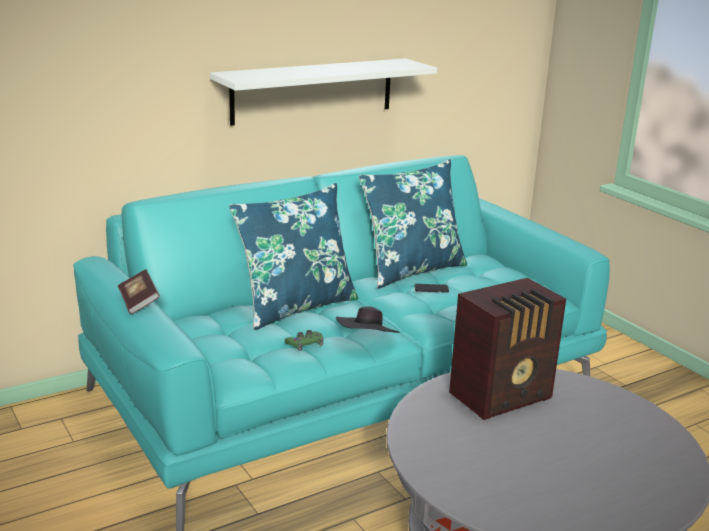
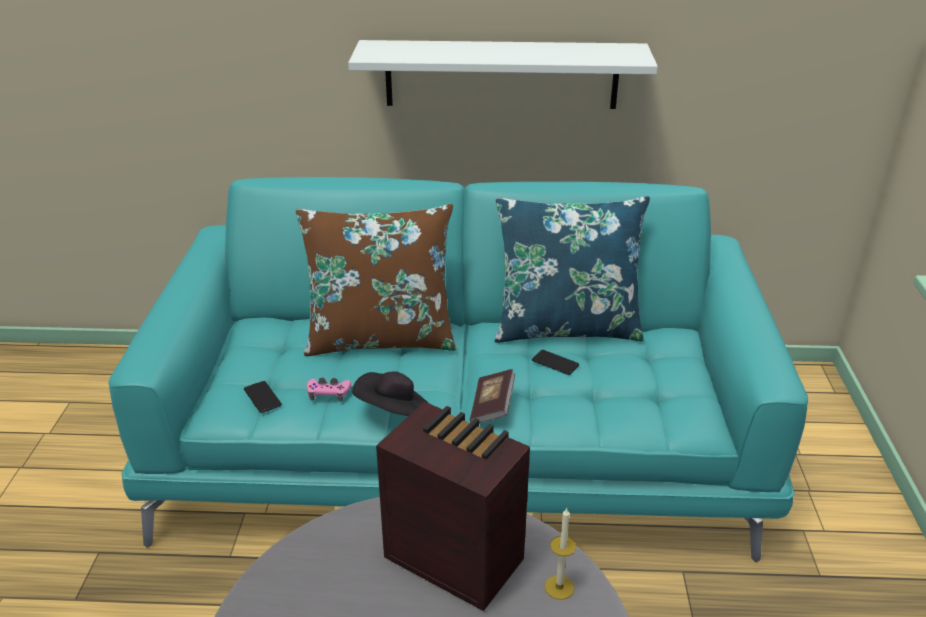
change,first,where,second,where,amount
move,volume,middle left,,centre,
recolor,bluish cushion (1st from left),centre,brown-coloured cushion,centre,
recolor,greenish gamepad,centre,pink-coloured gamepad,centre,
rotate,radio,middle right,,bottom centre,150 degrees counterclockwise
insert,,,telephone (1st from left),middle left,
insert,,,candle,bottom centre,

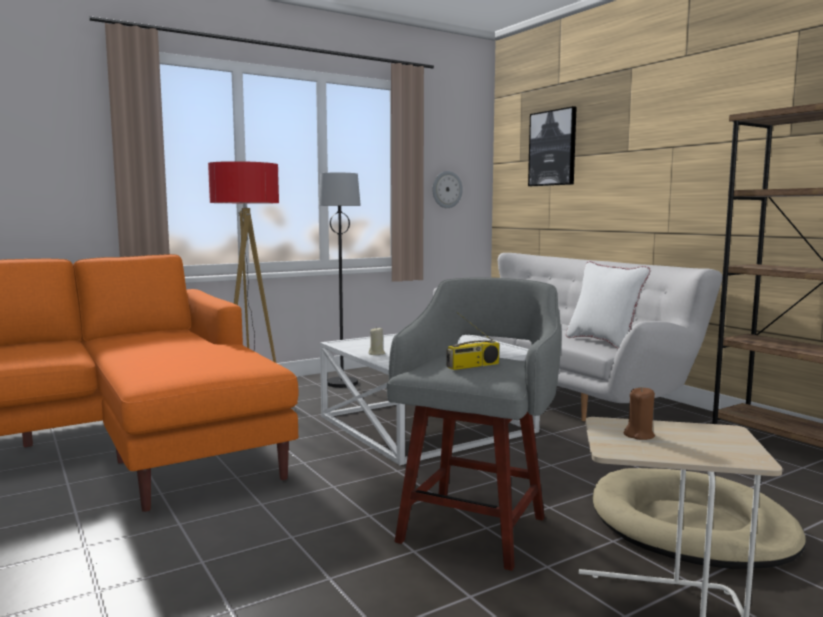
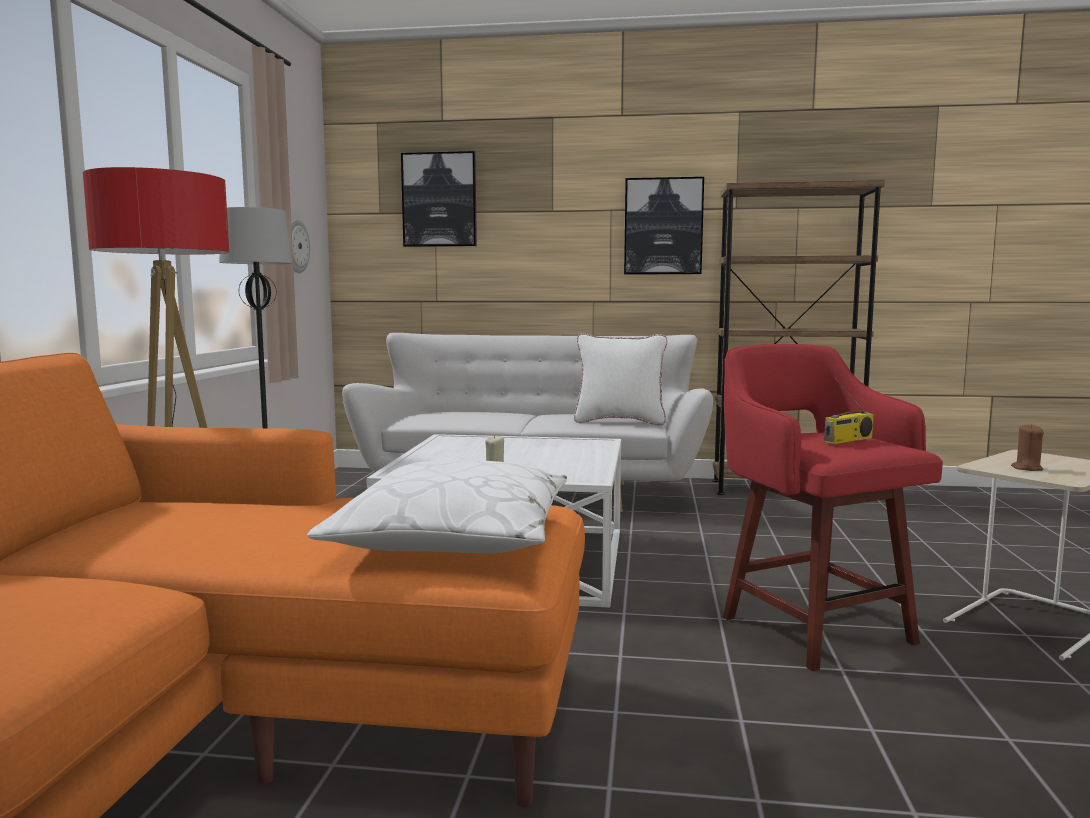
change,first,where,second,where,amount
recolor,greyish stool seat,bottom centre,reddish stool seat,middle right,
rotate,radio,centre,,middle right,45 degrees clockwise
delete,sand-coloured dog bed,bottom right,,,
insert,,,whitish cushion (1st from left),centre,
insert,,,picture (2nd from left),top centre,

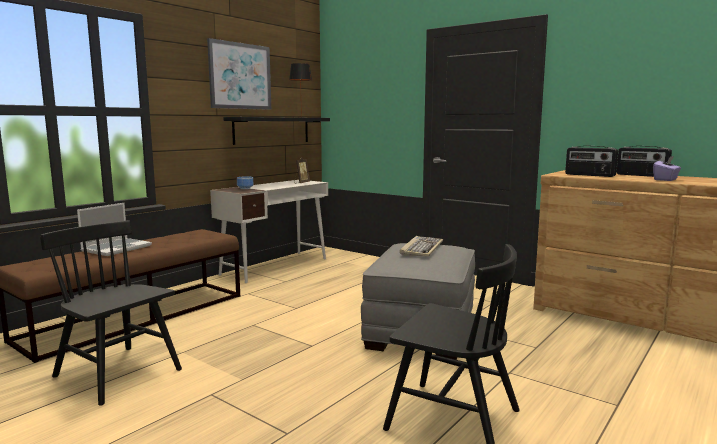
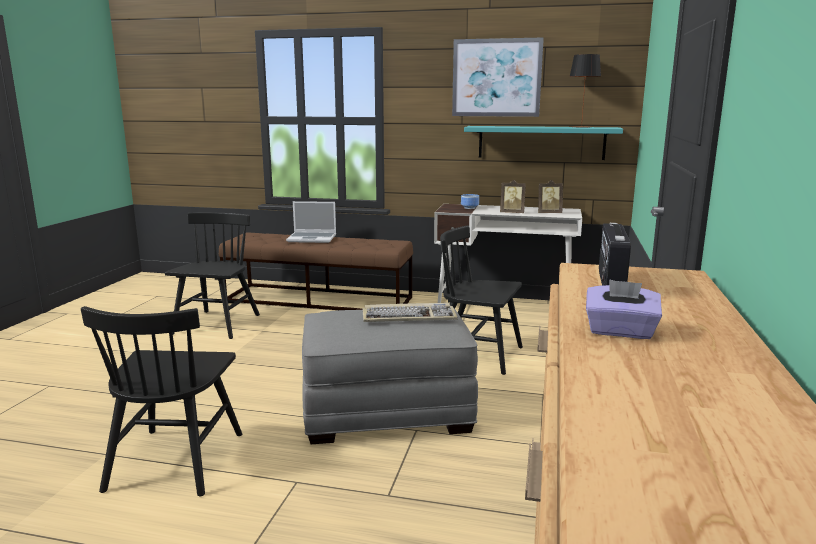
change,first,where,second,where,amount
recolor,blackish shelf,top centre,blue-green shelf,top centre,
delete,radio (2nd from left),middle right,,,
insert,,,blackish plain chair (3rd from left),centre,
insert,,,standing frame (1st from left),centre,

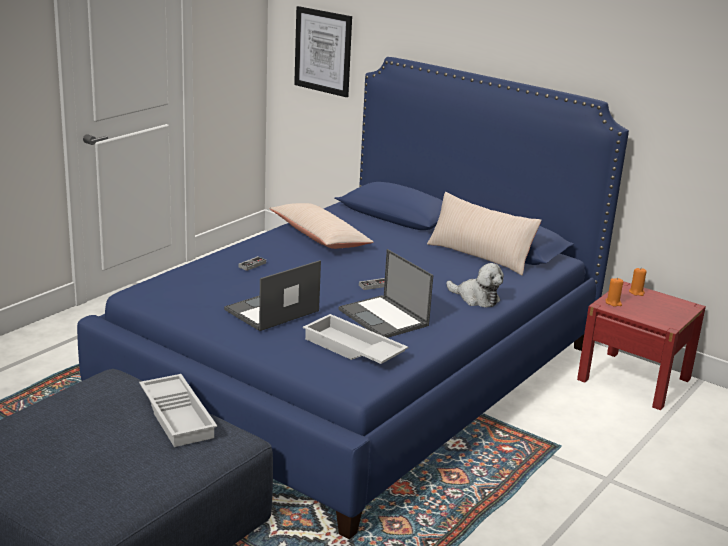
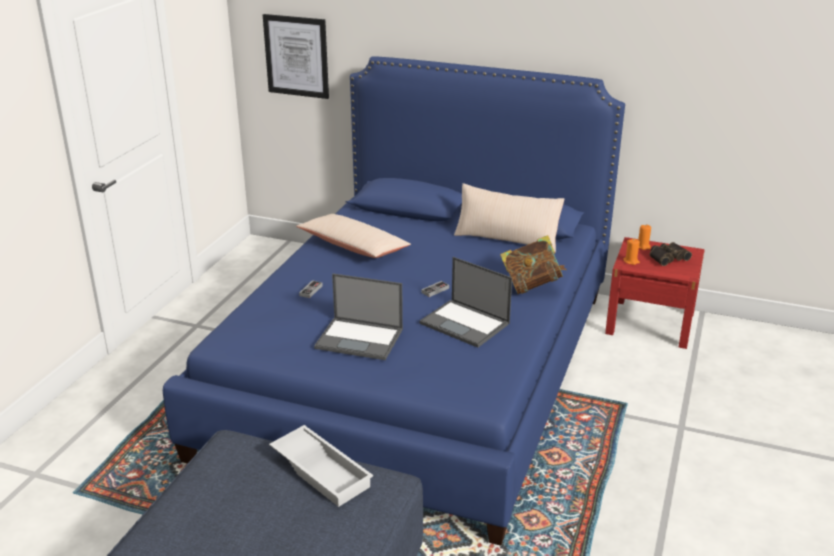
change,first,where,second,where,amount
rotate,portable computer (1st from left),centre,,centre,105 degrees counterclockwise
delete,whitish tray (2nd from left),centre,,,
replace,plush toy,centre,volume,centre,
insert,,,field glasses,middle right,

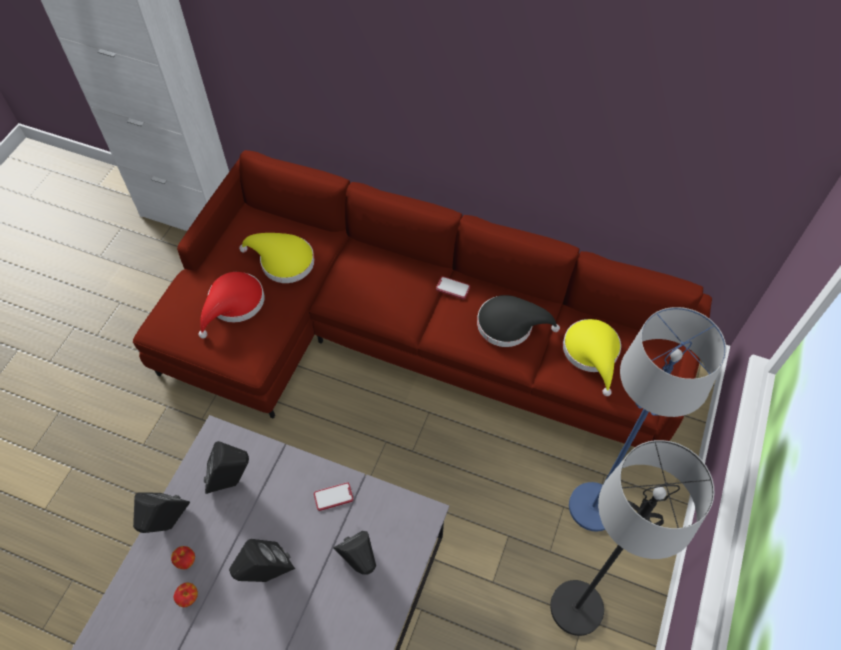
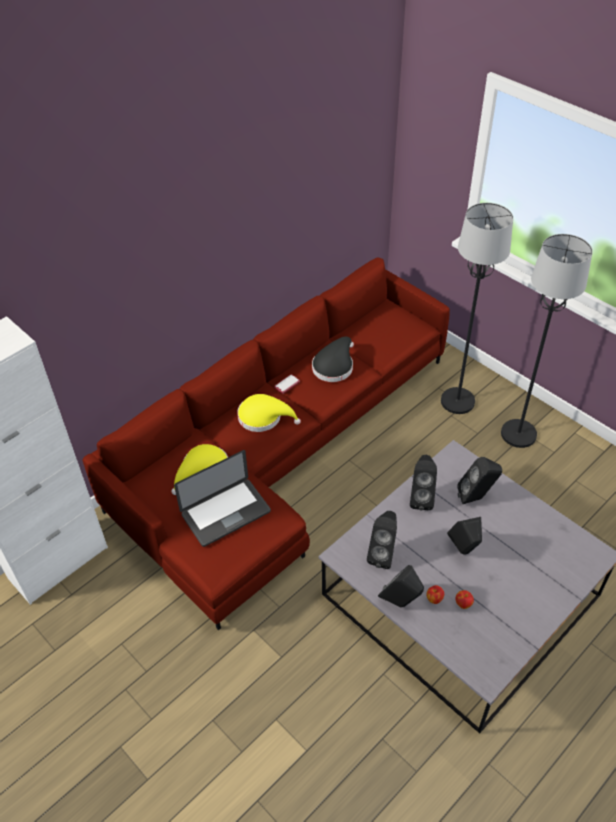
change,first,where,second,where,amount
replace,reddish hat,middle left,portable computer,centre,
replace,telephone (1st from left),bottom centre,blackish loudspeaker (3rd from left),middle right,
move,yellow-coloured hat (2nd from left),middle right,,centre,
recolor,bluish standard lamp,middle right,blackish standard lamp (1st from left),middle right,

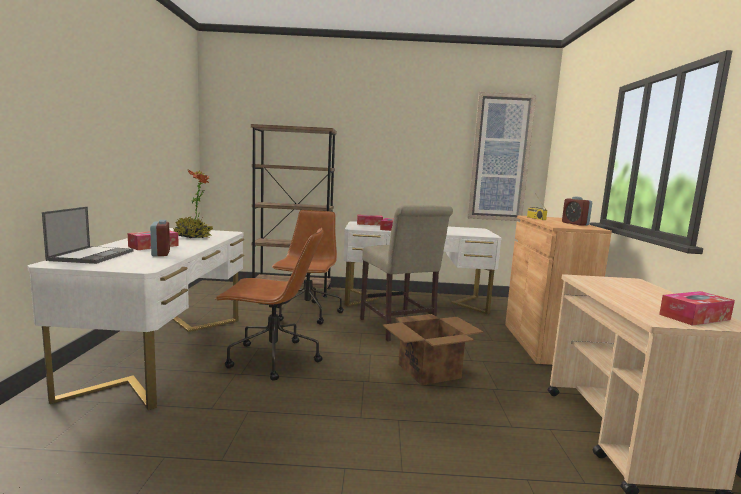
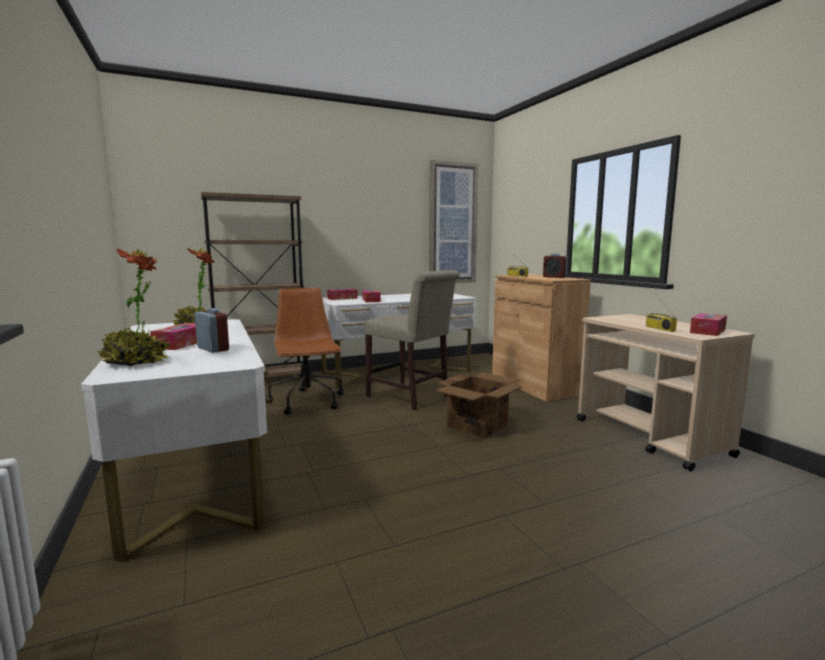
change,first,where,second,where,amount
replace,portable computer,middle left,plant in a pot (1st from left),middle left,
delete,brown-coloured desk chair (1st from left),centre,,,
insert,,,radio (2nd from left),middle right,

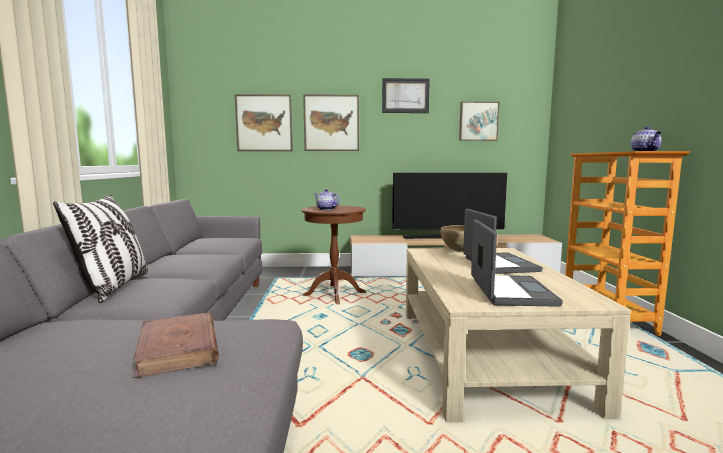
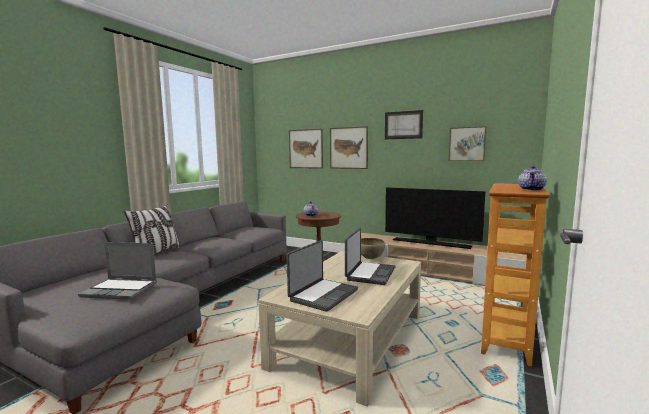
change,first,where,second,where,amount
replace,brown-coloured volume,bottom left,portable computer (1st from left),middle left,

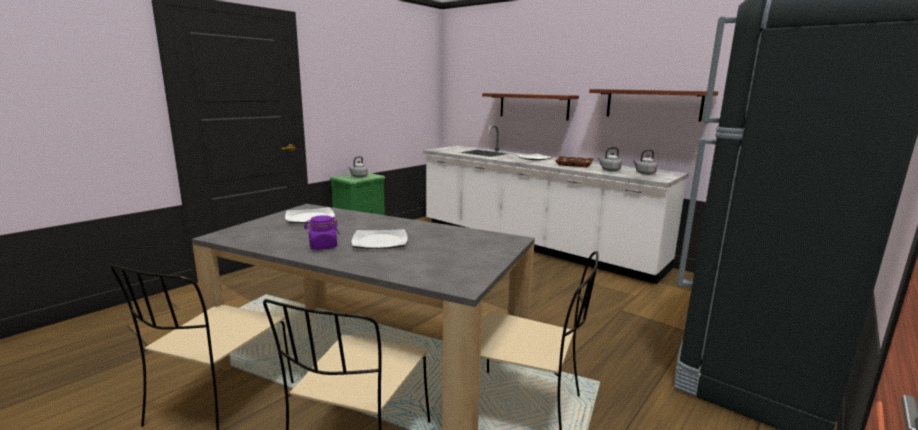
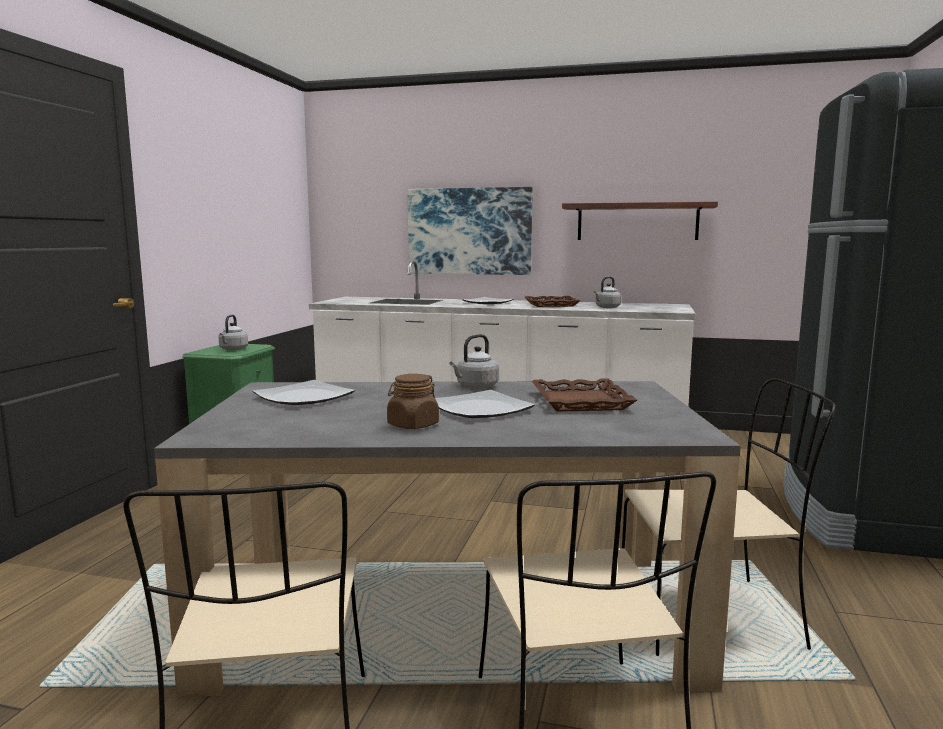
change,first,where,second,where,amount
recolor,purple-coloured jar,centre,brown-coloured jar,centre,
replace,shelf (1st from left),top centre,picture,top centre,
move,greyish water kettle (3rd from left in the first image),middle right,greyish water kettle (2nd from left),centre,
insert,,,brown-coloured tray (2nd from left),centre,

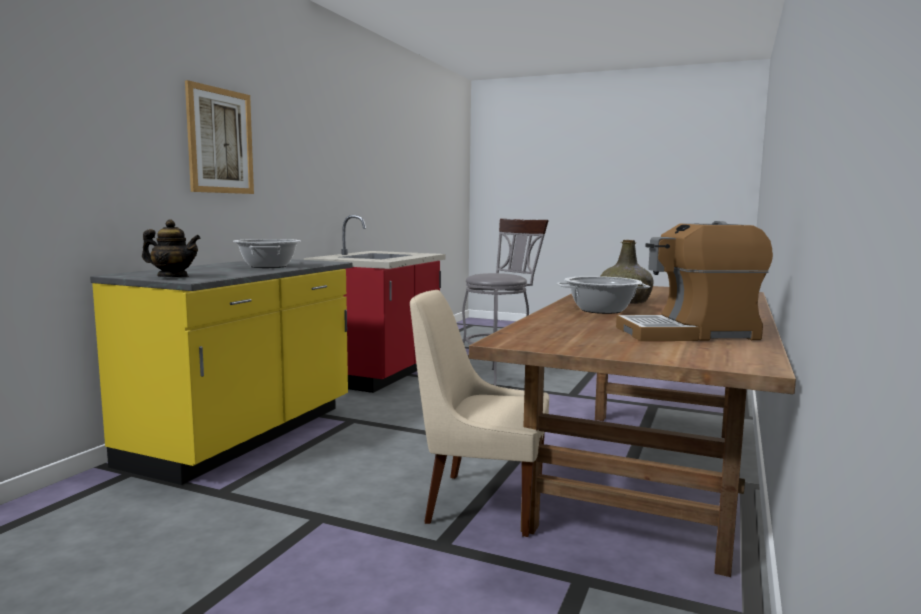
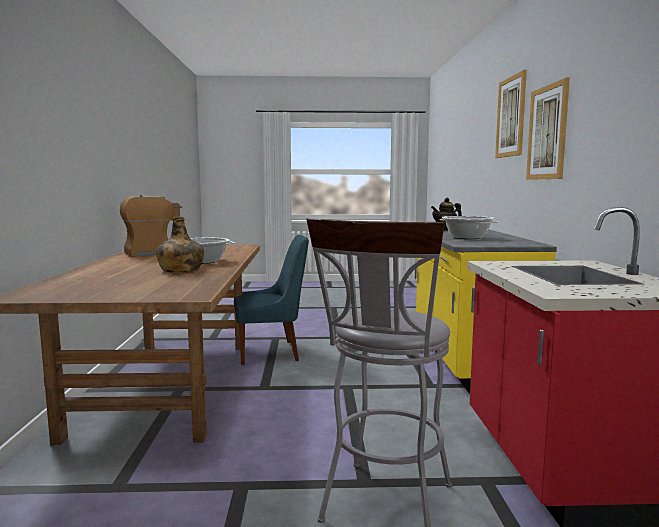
change,first,where,second,where,amount
recolor,sand-coloured plain chair,bottom centre,bluish plain chair,centre,
insert,,,picture (1st from left),top right,

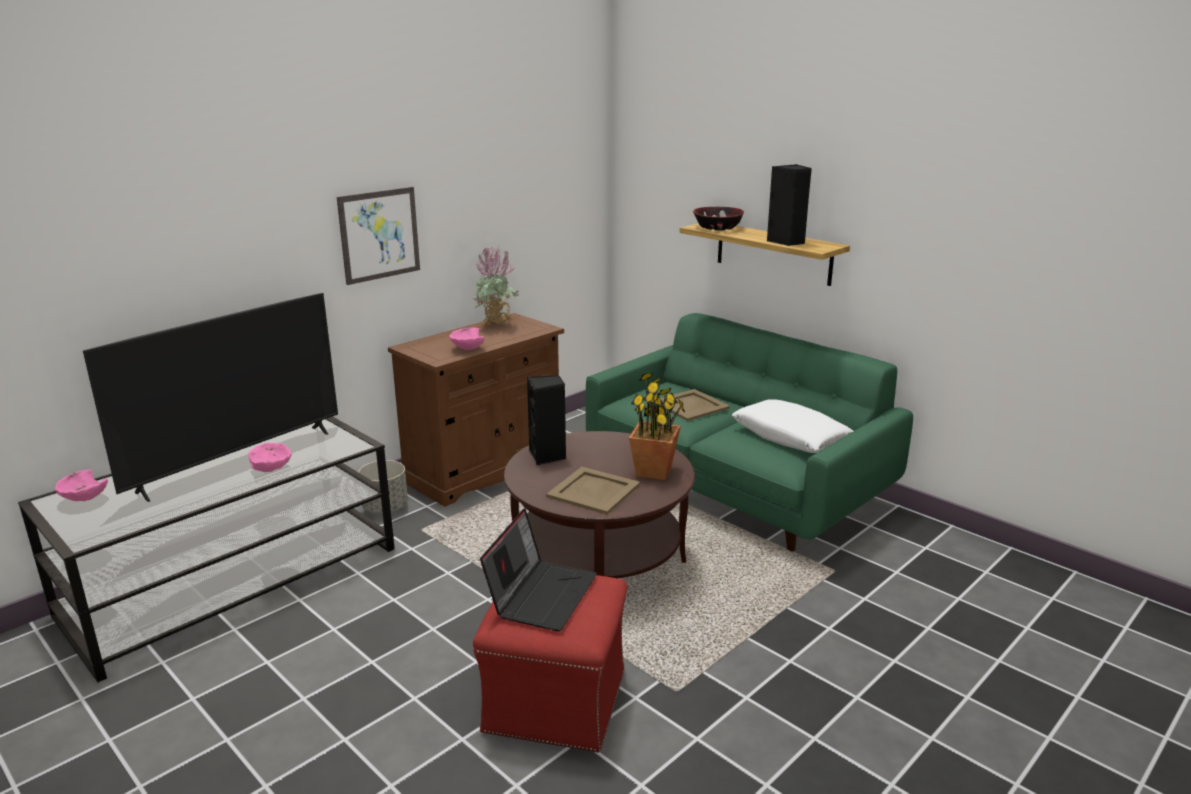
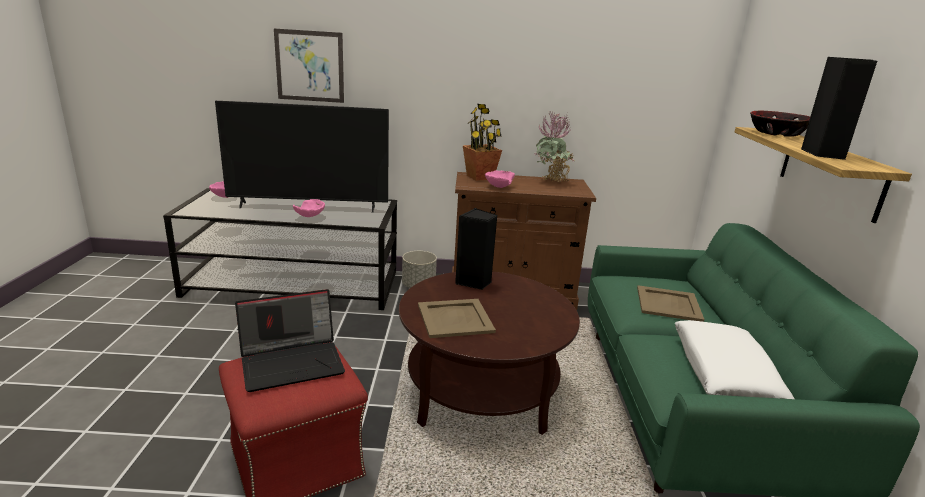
change,first,where,second,where,amount
move,picture,top left,,top centre,
move,plant in a pot (2nd from left in the first image),centre,plant in a pot (1st from left),top centre,

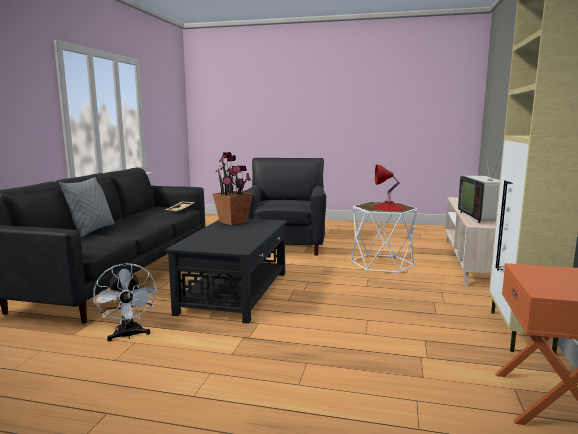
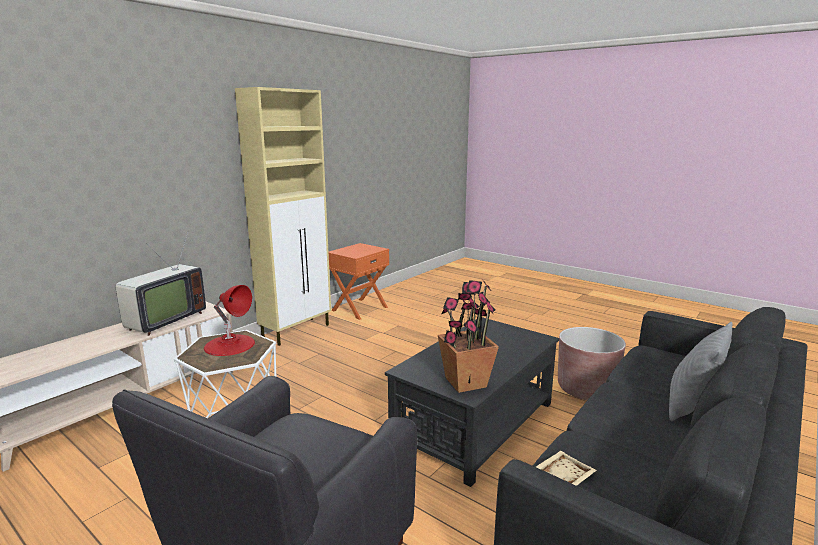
change,first,where,second,where,amount
replace,whitish fan,bottom left,brown-coloured plant pot,middle right,

